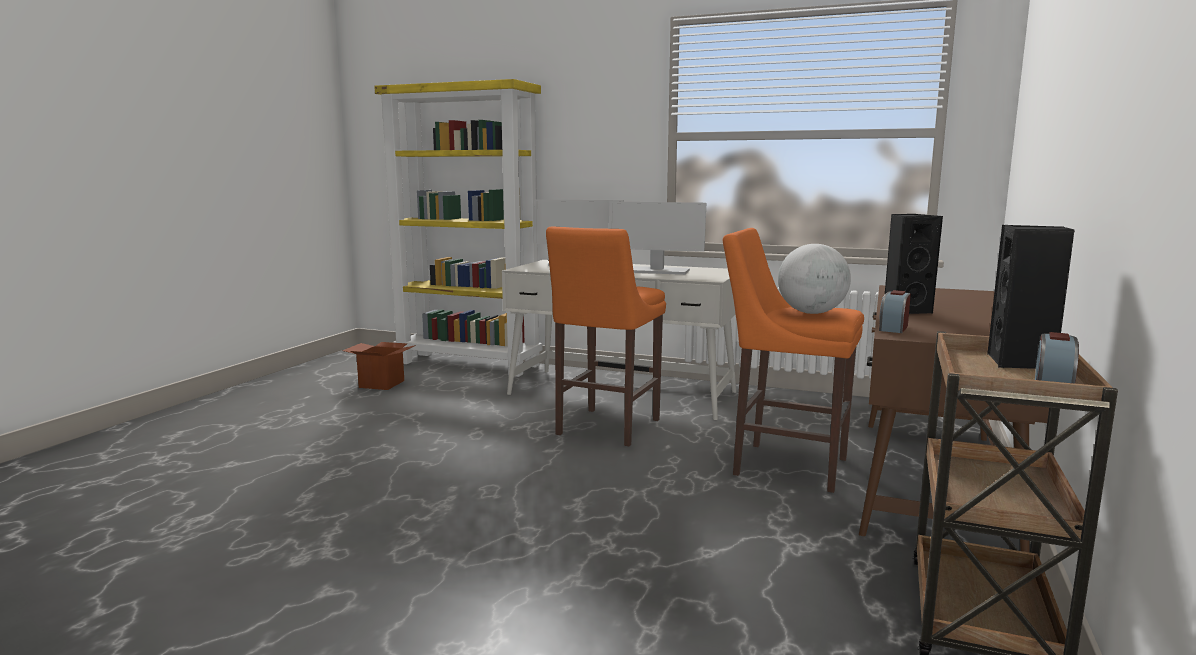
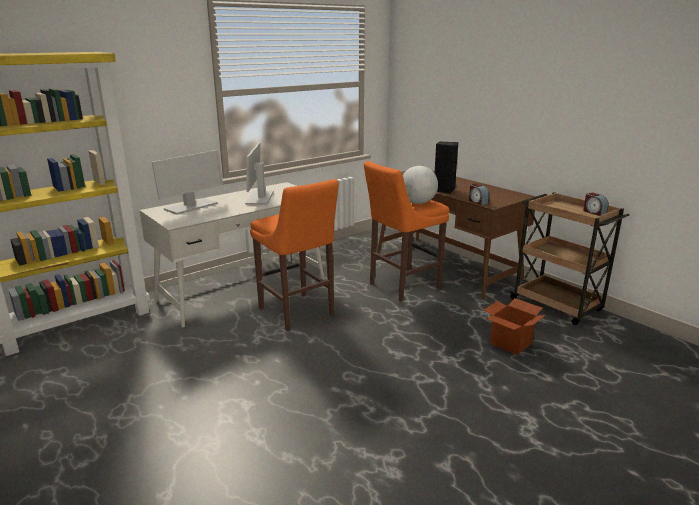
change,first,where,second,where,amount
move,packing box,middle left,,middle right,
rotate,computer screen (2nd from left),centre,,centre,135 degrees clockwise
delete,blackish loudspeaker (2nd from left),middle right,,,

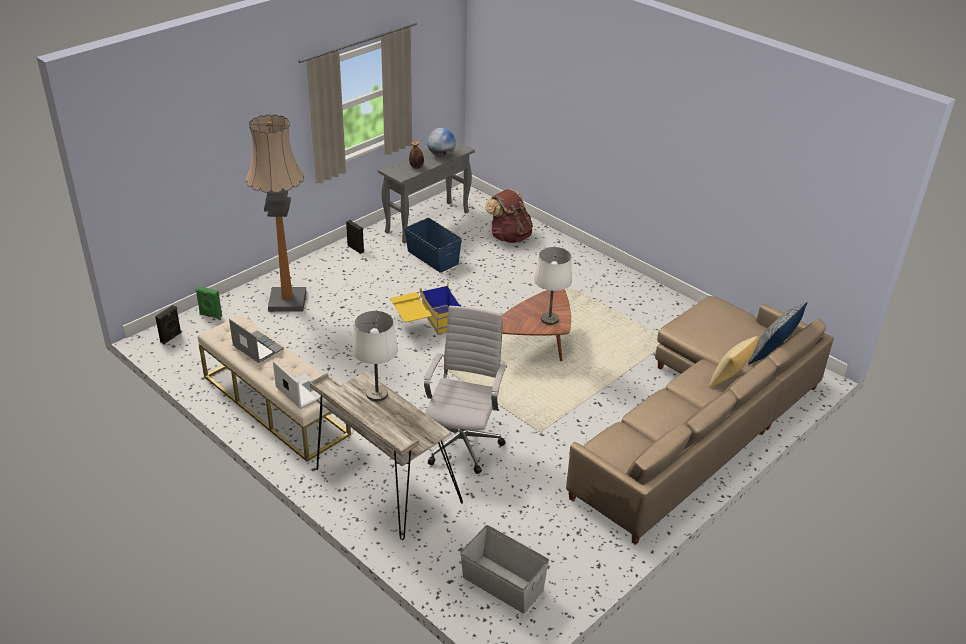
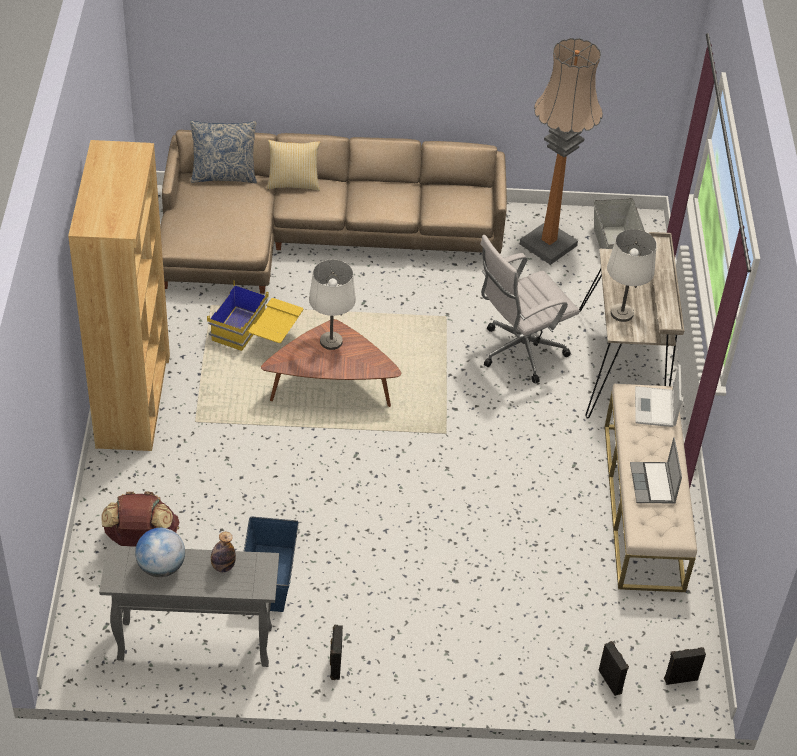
change,first,where,second,where,amount
recolor,greenish loudspeaker,middle left,blackish loudspeaker (2nd from left),bottom right,
move,standard lamp,top left,,top right,
move,yellow-coloured storage box,centre,,middle left,
insert,,,brown-coloured bookcase,middle left,

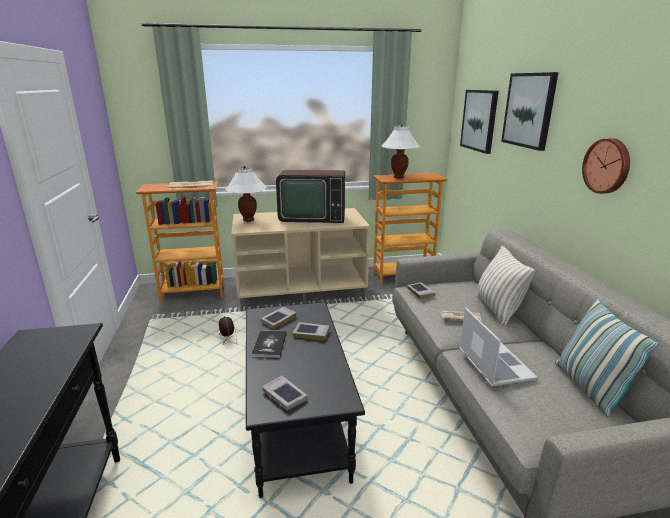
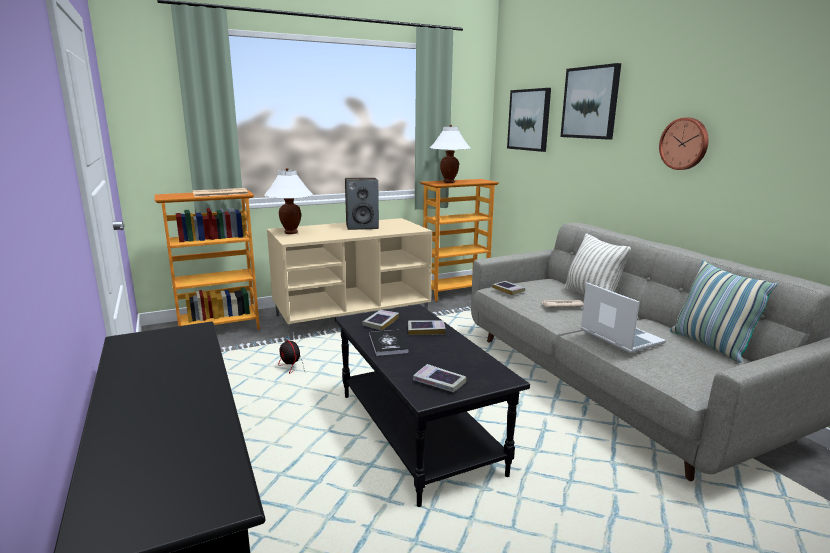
change,first,where,second,where,amount
replace,television,centre,loudspeaker,centre,

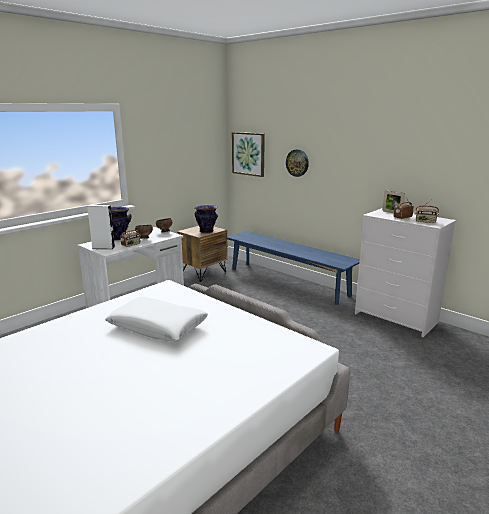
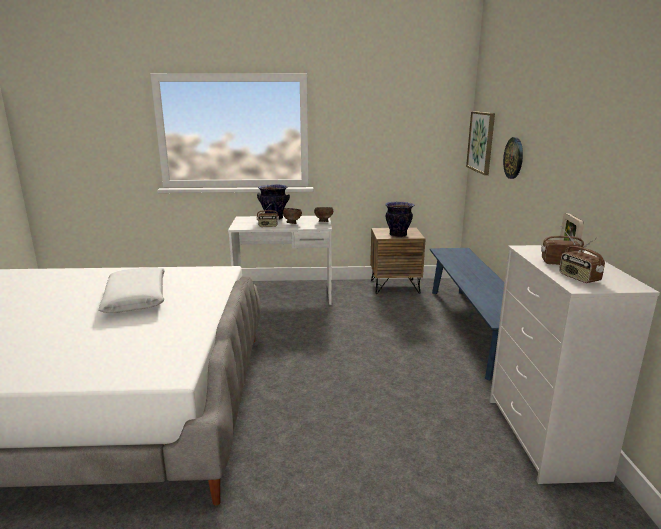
change,first,where,second,where,amount
delete,whitish loudspeaker,middle left,,,

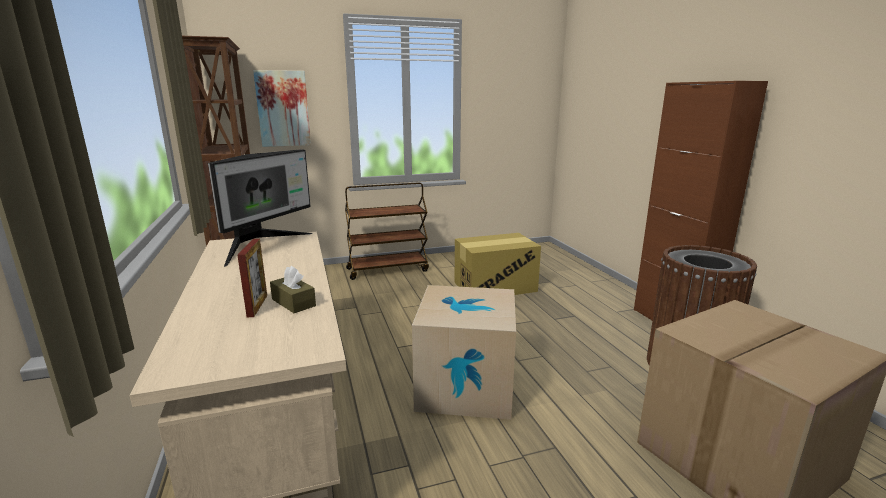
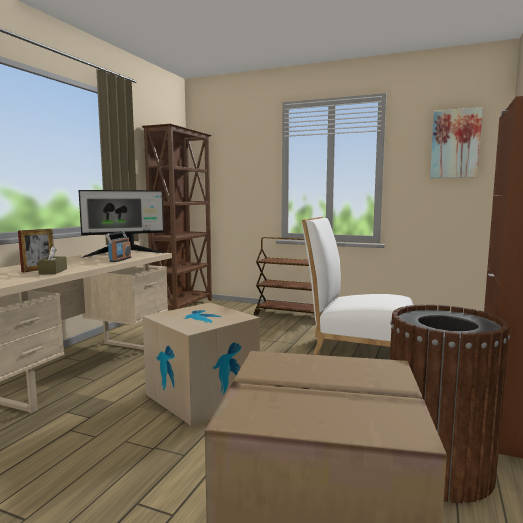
change,first,where,second,where,amount
move,picture,top left,,top right,
replace,packing box (2nd from left),centre,whitish plain chair,middle right,
insert,,,radio,middle left,

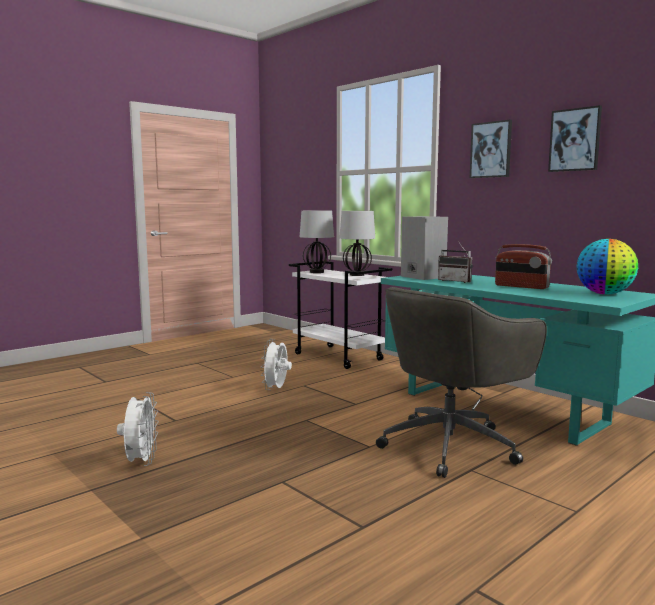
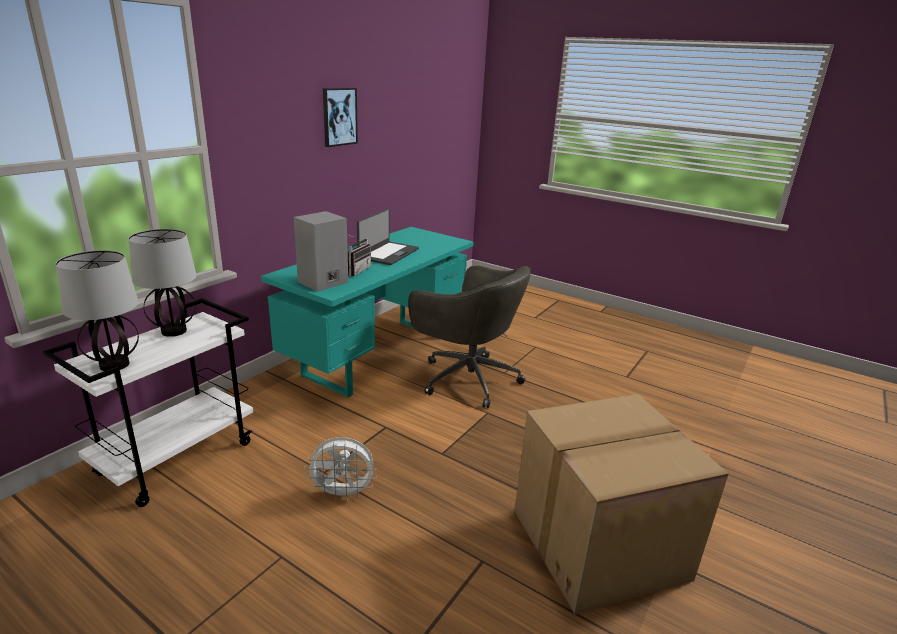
change,first,where,second,where,amount
replace,whitish fan (1st from left),bottom left,packing box,bottom right,
delete,picture (1st from left),top right,,,
replace,radio (2nd from left),middle right,portable computer,centre,
delete,desk globe,middle right,,,

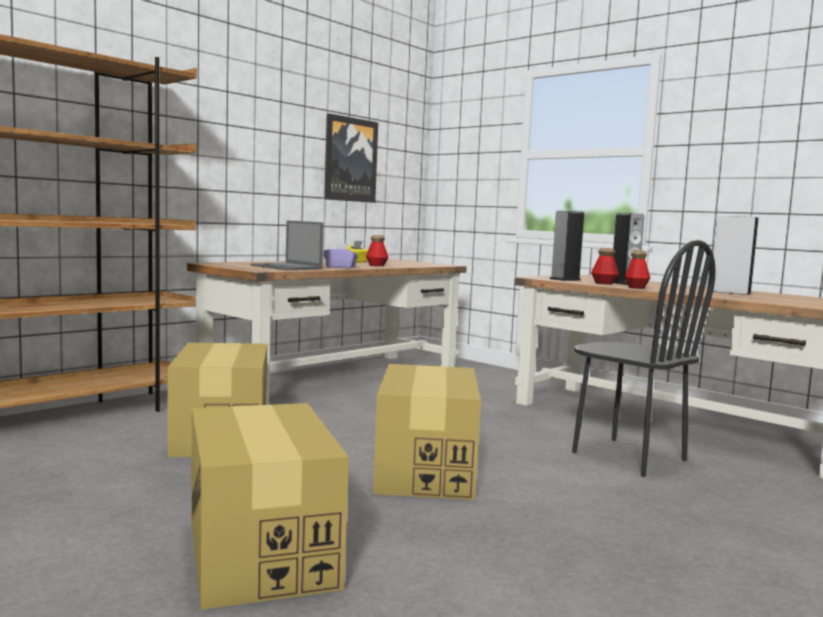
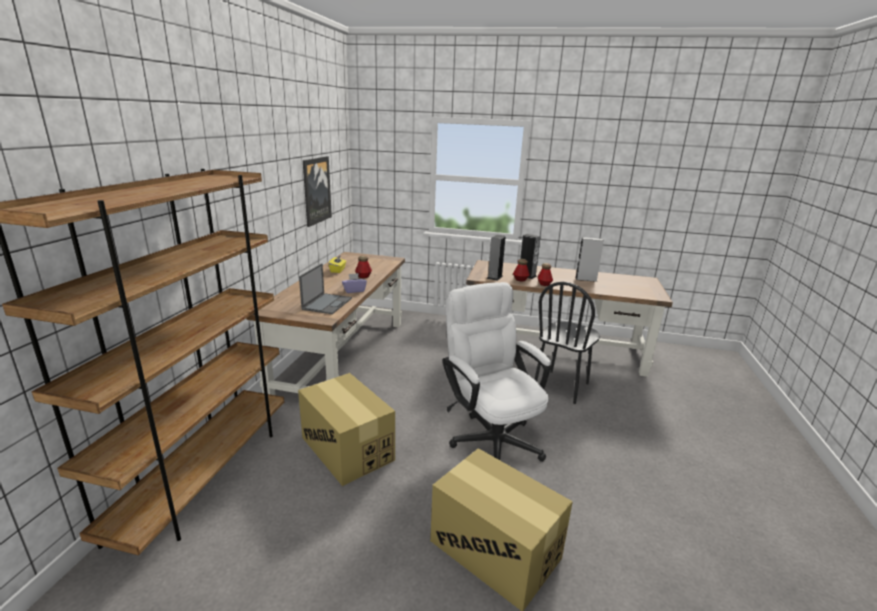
change,first,where,second,where,amount
rotate,portable computer,centre,,centre,90 degrees counterclockwise
replace,packing box (3rd from left),bottom centre,whitish desk chair,centre,
rotate,blackish plain chair,middle right,,centre,105 degrees clockwise

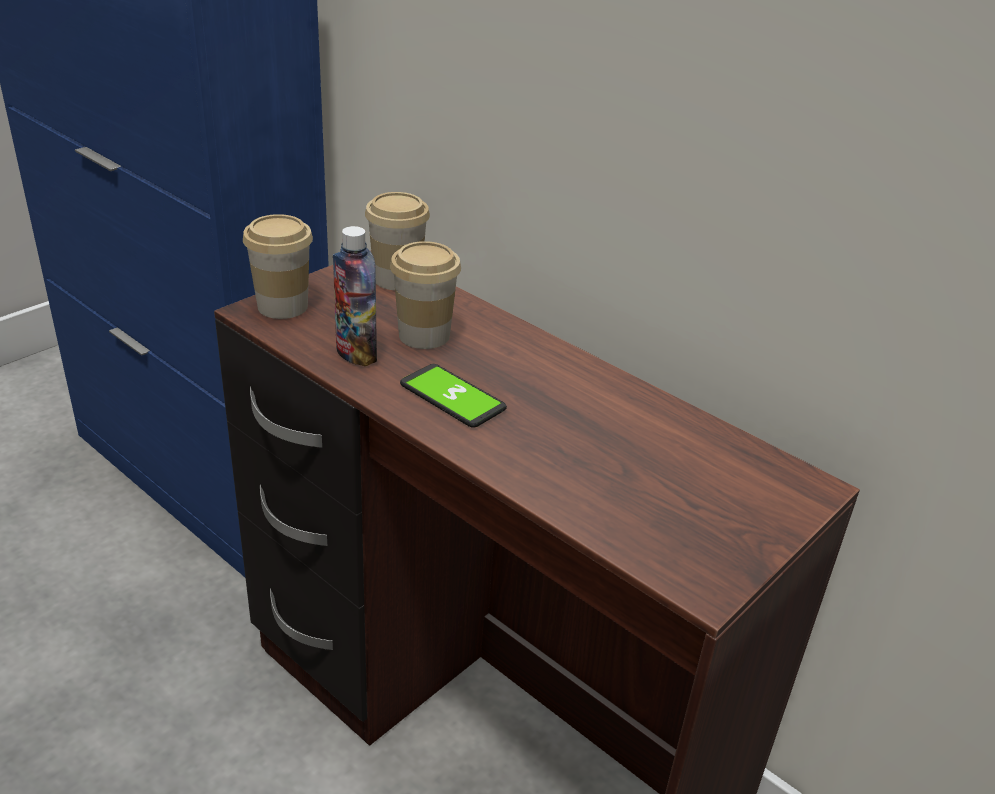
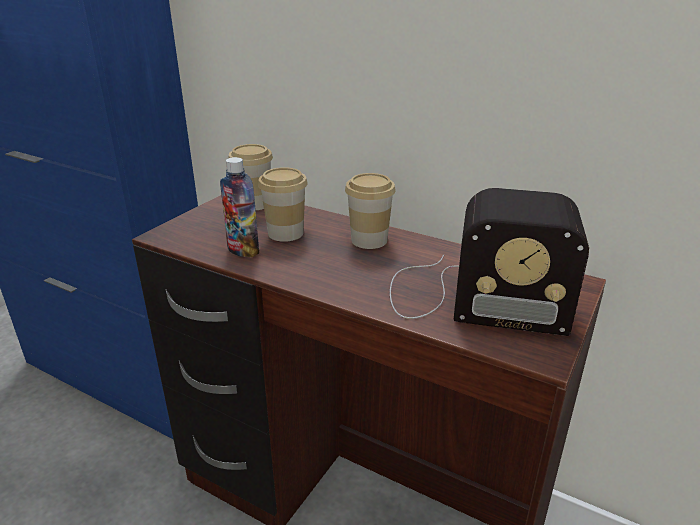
change,first,where,second,where,amount
move,drinking cup (1st from left in the first image),middle left,drinking cup (3rd from left),centre,
delete,telephone,centre,,,
insert,,,radio,middle right,

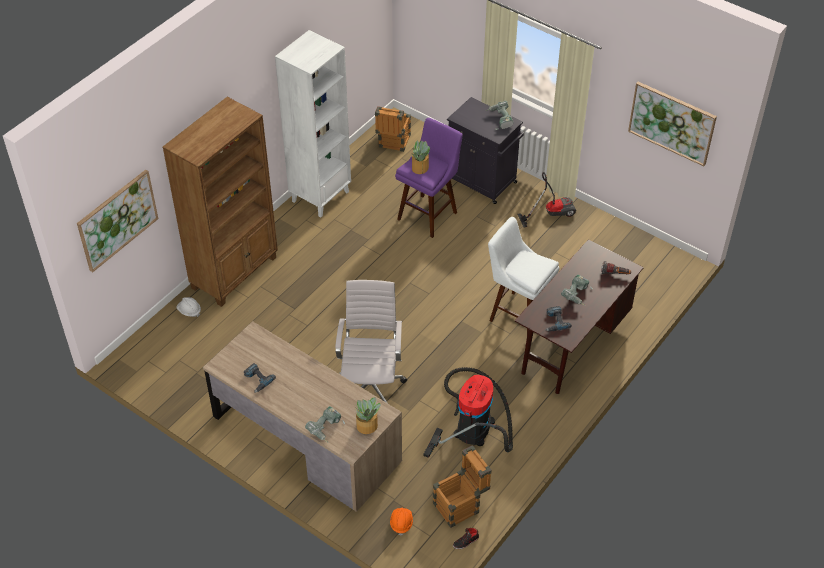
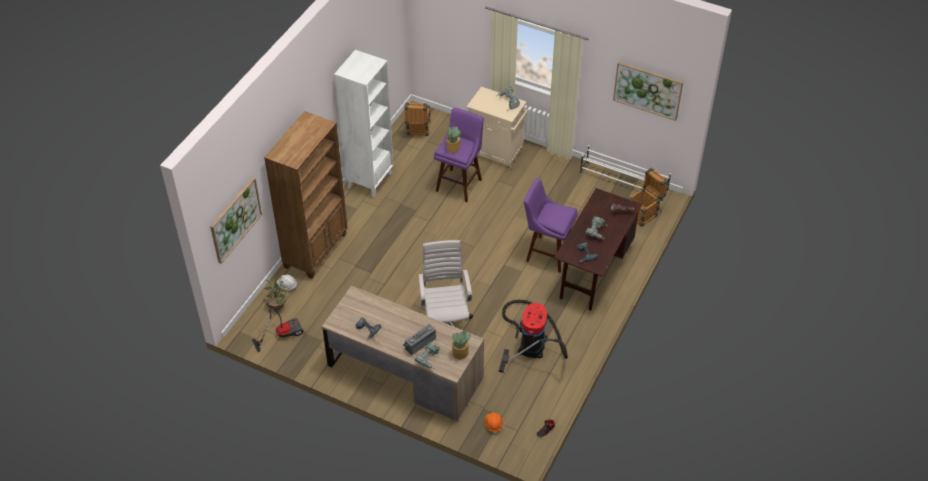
change,first,where,second,where,amount
move,packing crate (2nd from left),bottom centre,,middle right,
recolor,blackish storage cabinet,top centre,sand-coloured storage cabinet,top centre,
recolor,whitish stool seat,centre,purple-coloured stool seat (2nd from left),centre,
move,hoover (2nd from left in the first image),centre,hoover (1st from left),bottom left,
insert,,,plant in a pot (1st from left),middle left,
insert,,,radio,bottom centre,
insert,,,whitish shoe rack,middle right,

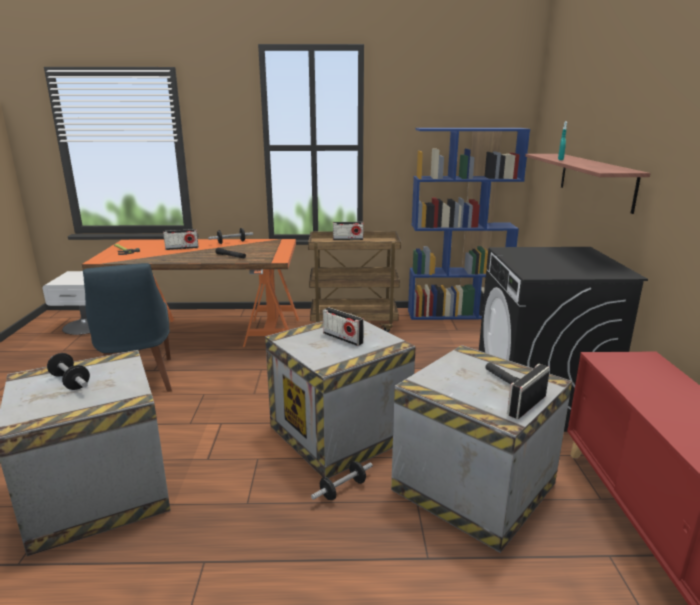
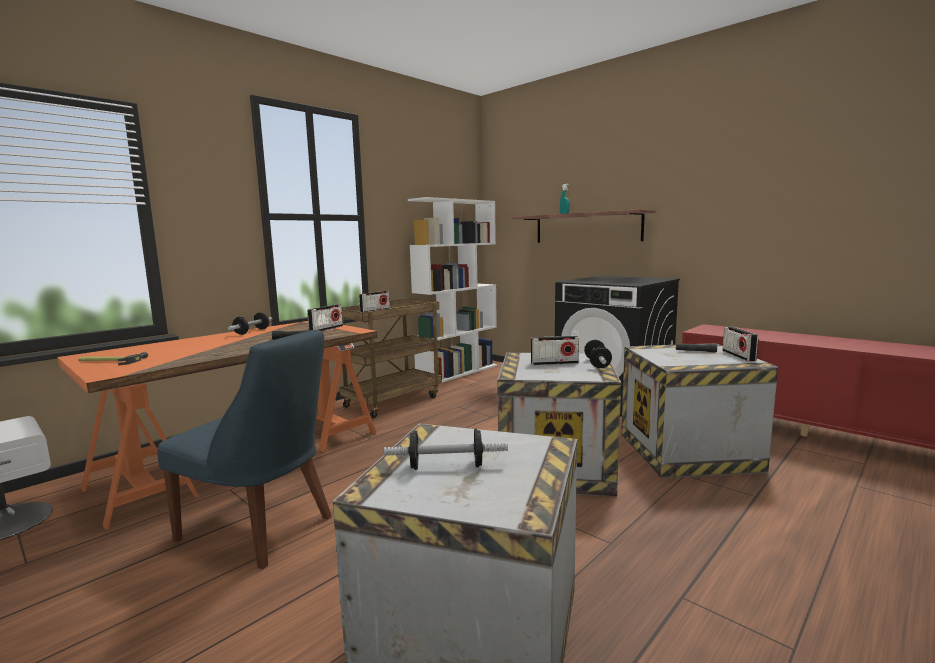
change,first,where,second,where,amount
move,radio (1st from left),middle left,,centre,
move,dumbbell (3rd from left),bottom centre,,centre,
recolor,bluish bookcase,middle right,whitish bookcase,centre,

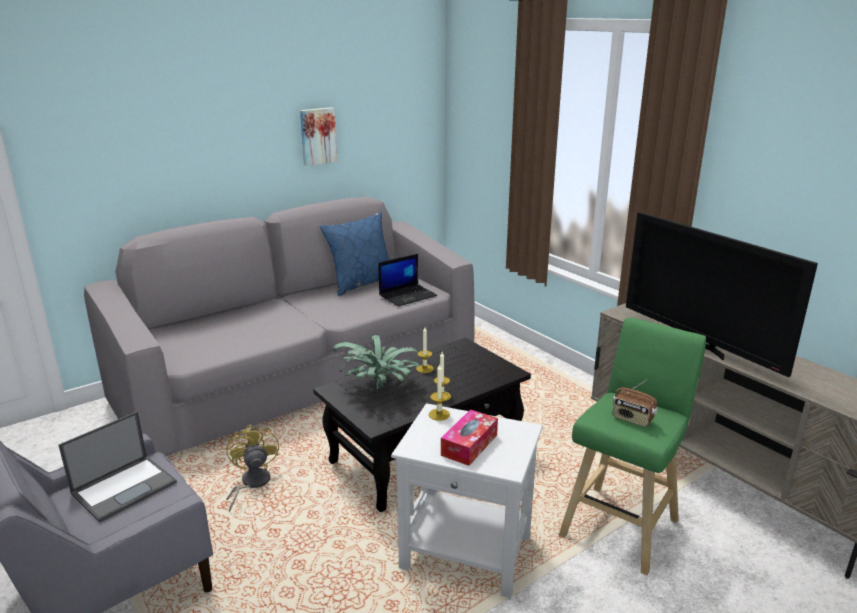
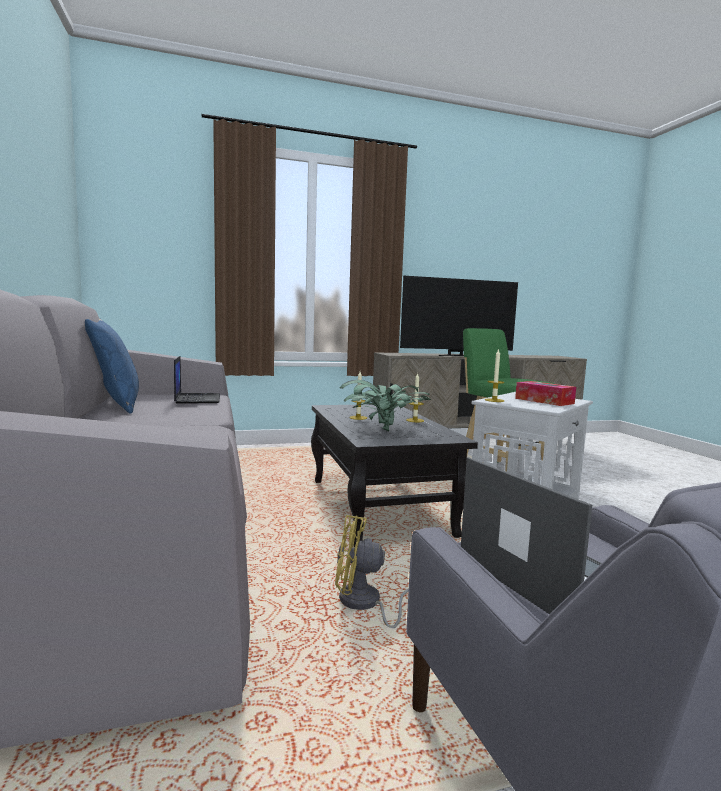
change,first,where,second,where,amount
delete,picture,top centre,,,
delete,radio,middle right,,,

